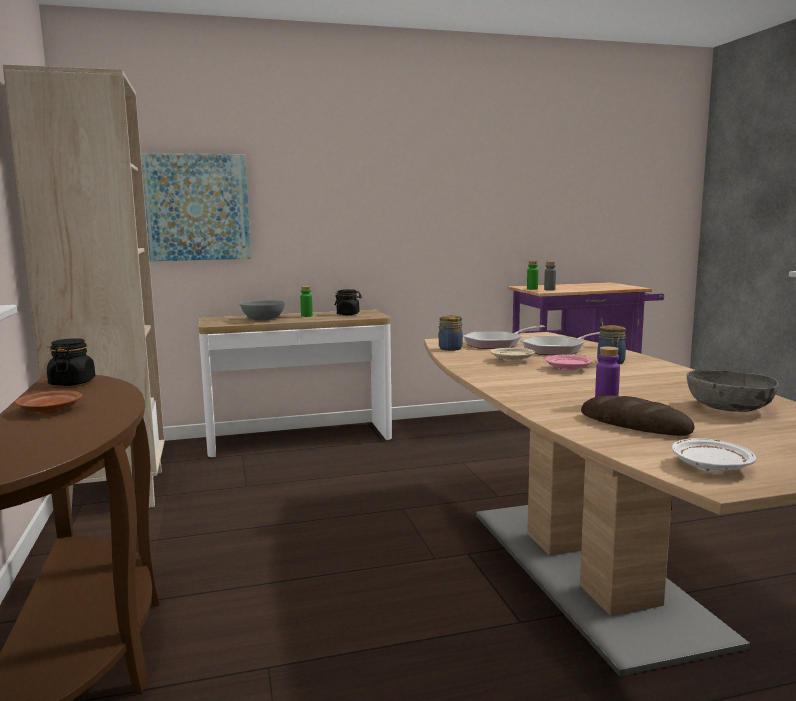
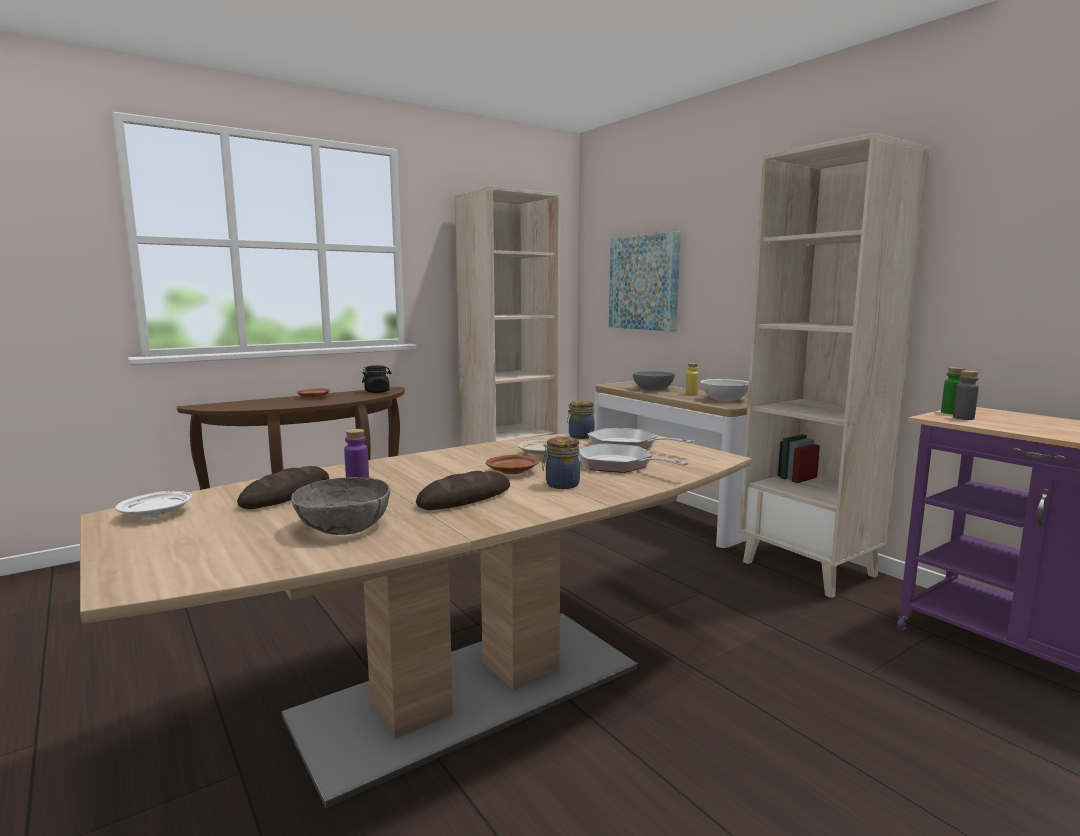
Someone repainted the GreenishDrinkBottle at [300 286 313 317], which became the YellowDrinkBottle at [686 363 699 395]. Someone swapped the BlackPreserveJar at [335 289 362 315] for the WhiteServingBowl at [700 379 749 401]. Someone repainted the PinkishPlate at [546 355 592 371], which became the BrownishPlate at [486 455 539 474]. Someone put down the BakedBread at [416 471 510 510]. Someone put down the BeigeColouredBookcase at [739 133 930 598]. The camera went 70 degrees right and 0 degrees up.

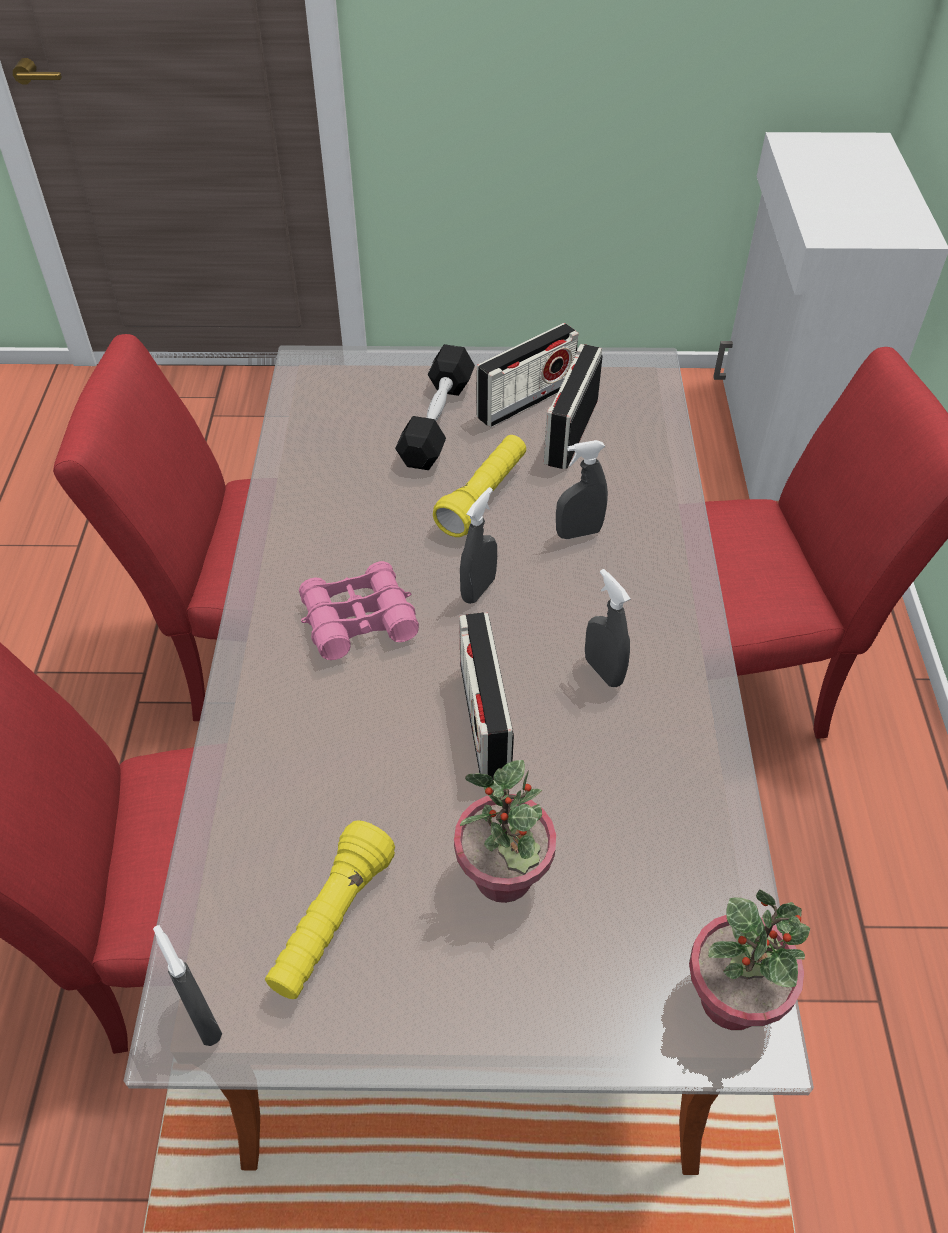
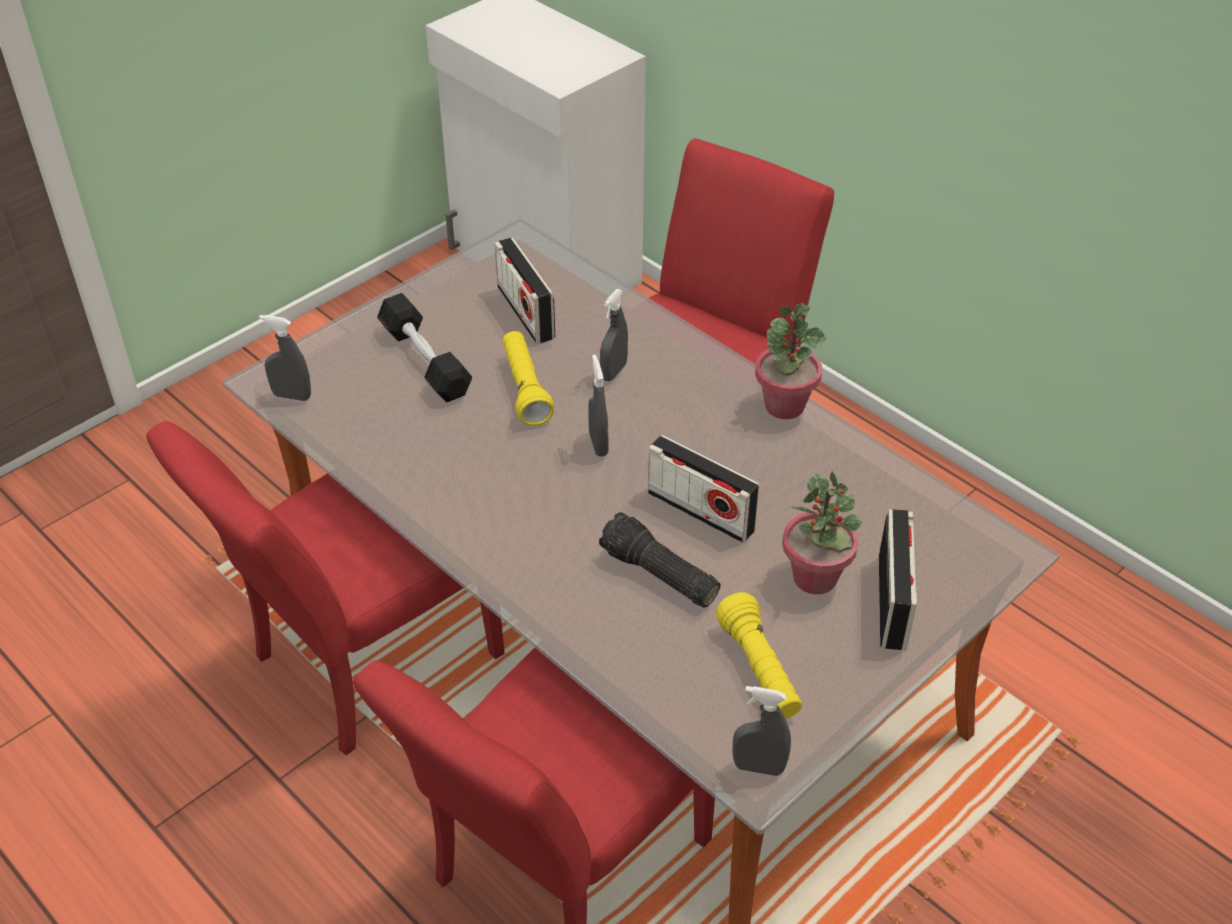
Someone took away the PinkishFieldGlasses at [299 561 419 660]. Someone carried the Radio from [477 323 578 427] to [879 509 917 650]. Someone carried the GreyishSprayer from [585 569 631 687] to [259 315 311 401]. Someone carried the PottedPlant from [689 890 810 1030] to [755 303 826 419]. Someone put down the HandTorch at [599 512 720 608]. The camera went 45 degrees left and 5 degrees down.

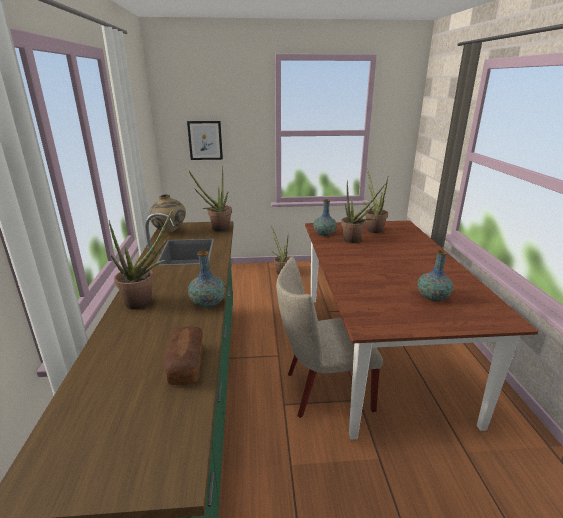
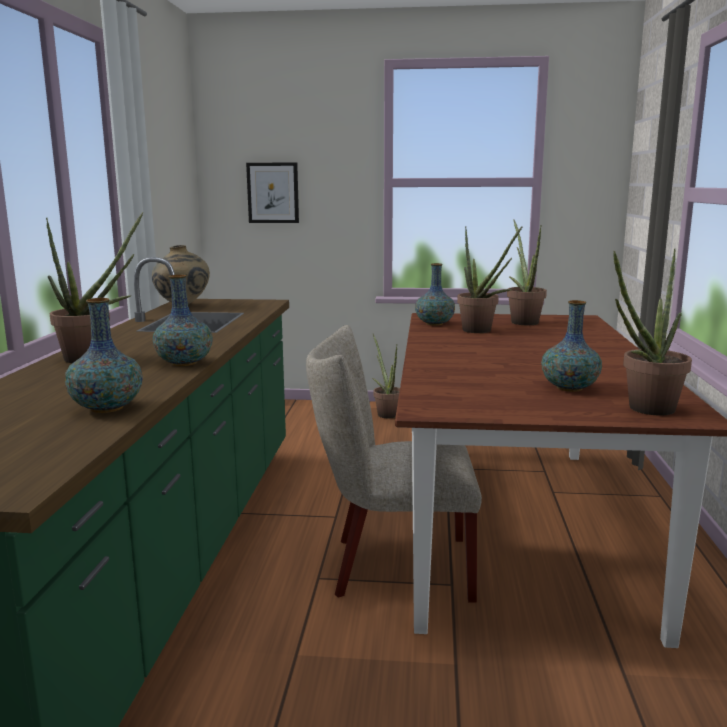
Someone swapped the BakedBread at [164 327 203 385] for the FlowerVase at [65 298 143 413]. Someone carried the PottedPlant from [189 166 232 231] to [613 249 692 415]. The camera went 10 degrees right and 10 degrees down.

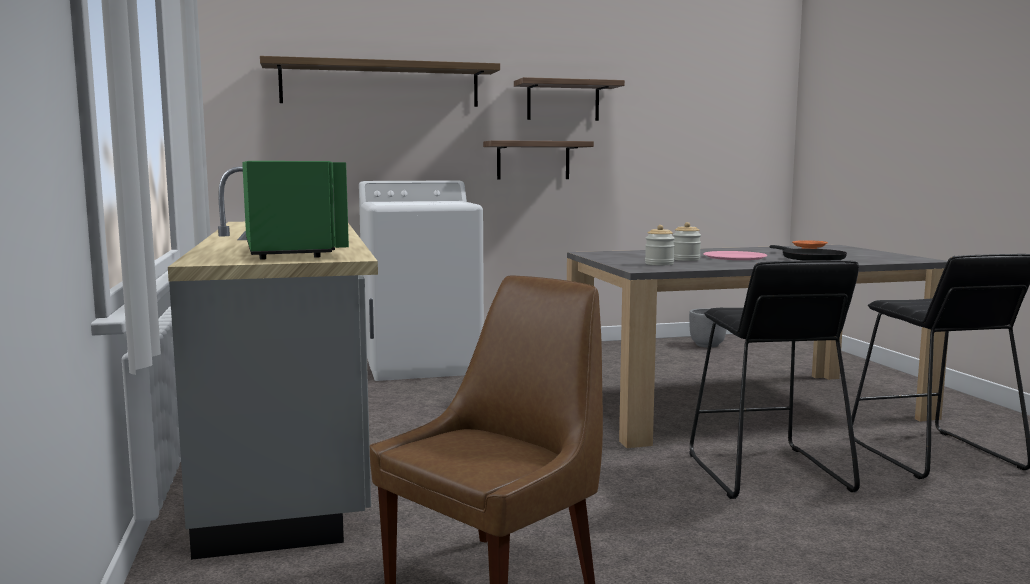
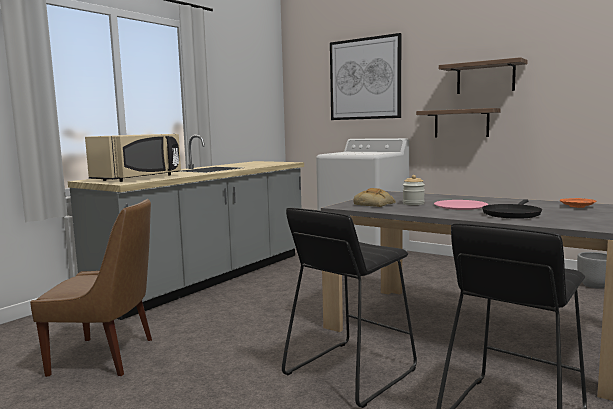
Someone repainted the GreenishMicrowaveOven at [242 161 349 260], which became the BeigeColouredMicrowaveOven at [85 134 181 182]. Someone swapped the WallShelf at [260 56 500 107] for the WallPicture at [330 33 401 120]. Someone swapped the PreserveJar at [645 225 675 265] for the BakedBread at [353 188 396 207]. The camera went 50 degrees right and 0 degrees up.

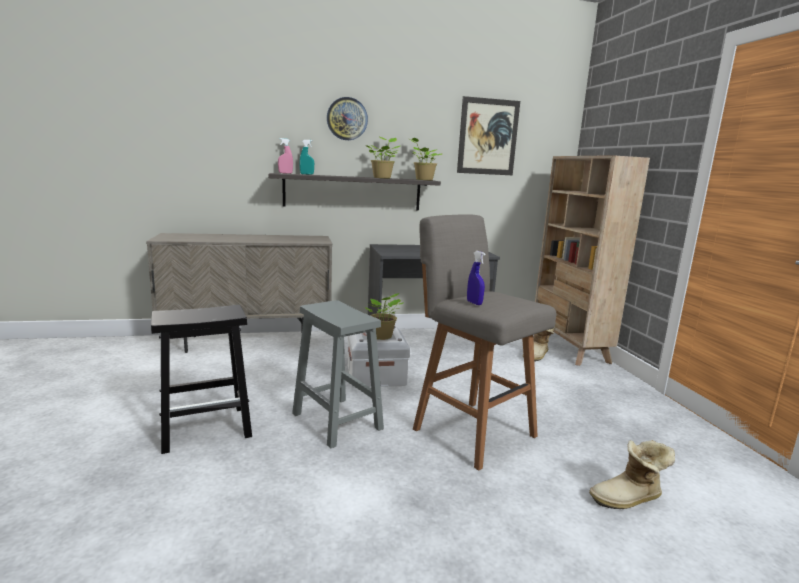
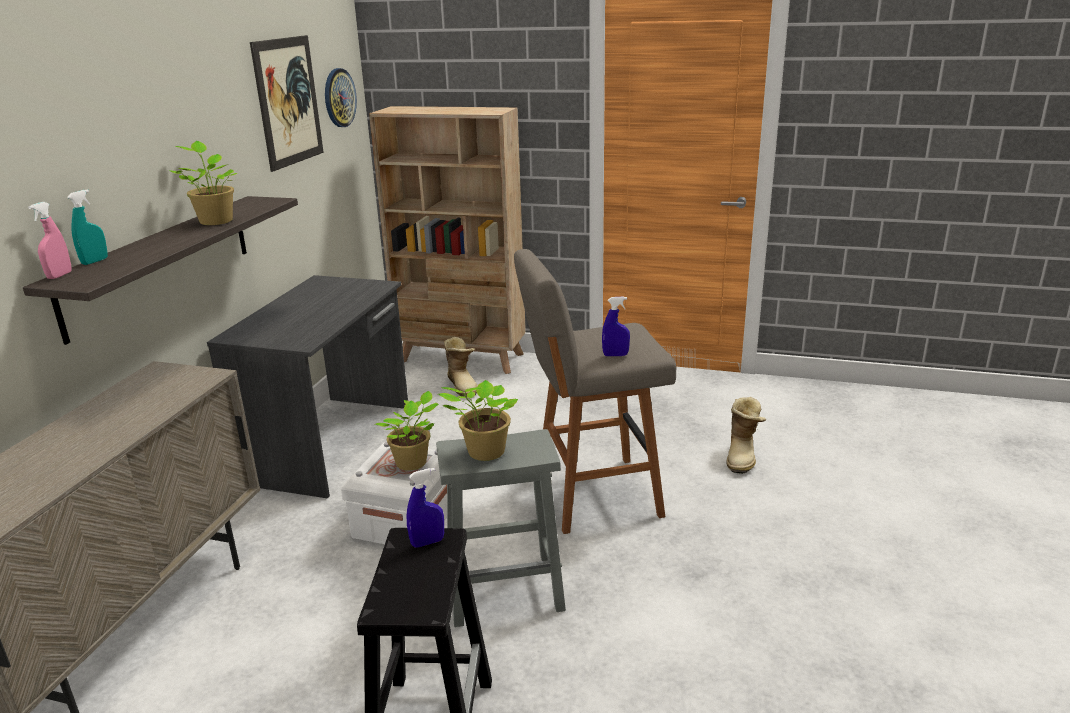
Someone carried the WallClock from [327 97 368 140] to [325 68 357 127]. Someone carried the PottedPlant from [410 138 442 180] to [438 380 518 461]. Someone put down the BlueSprayer at [407 468 444 548]. The camera went 60 degrees left and 10 degrees up.

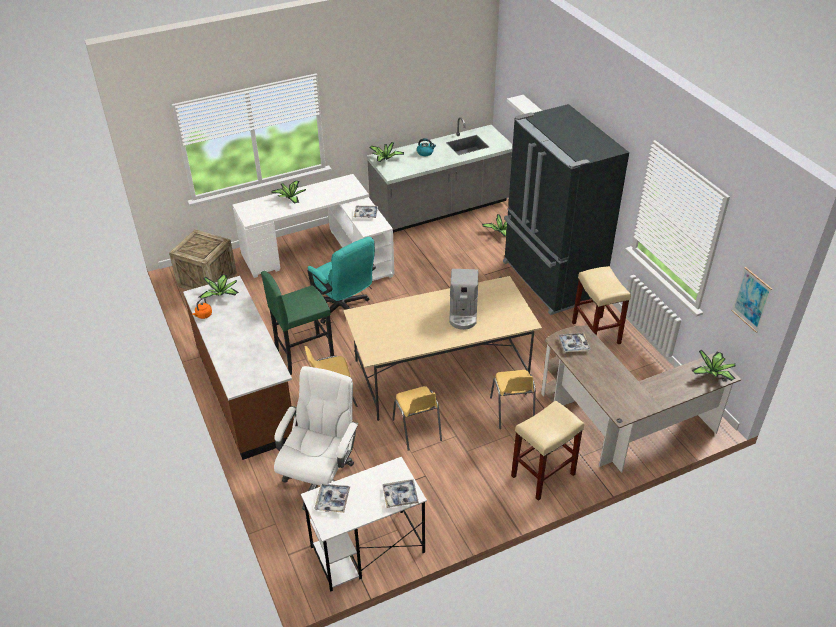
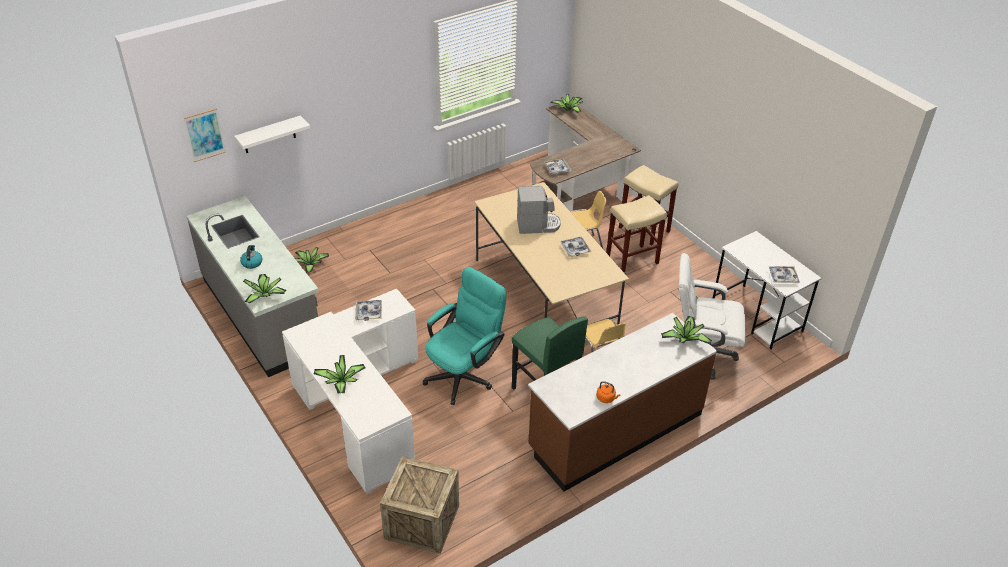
Someone carried the PottedPlant from [199 275 239 298] to [661 316 712 344]. Someone carried the Tray from [382 479 419 508] to [560 237 591 257]. Someone took away the YellowChair at [392 386 442 451]. Someone took away the BlackRefrigerator at [503 104 629 315]. Someone carried the BeigeColouredStool from [572 266 631 344] to [606 195 667 272]. Someone carried the WallPicture from [732 267 772 333] to [184 108 226 162]. The camera went 100 degrees left and 0 degrees up.

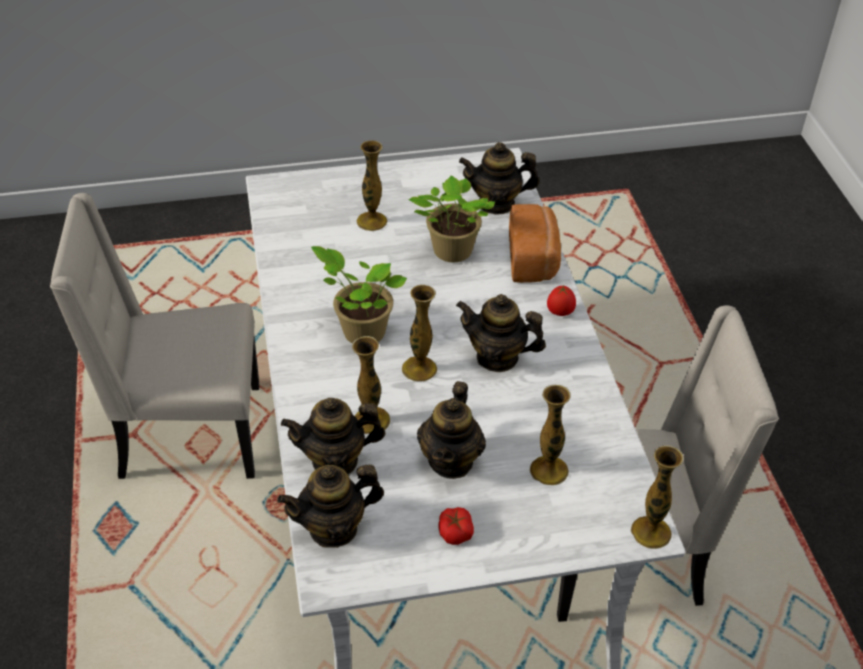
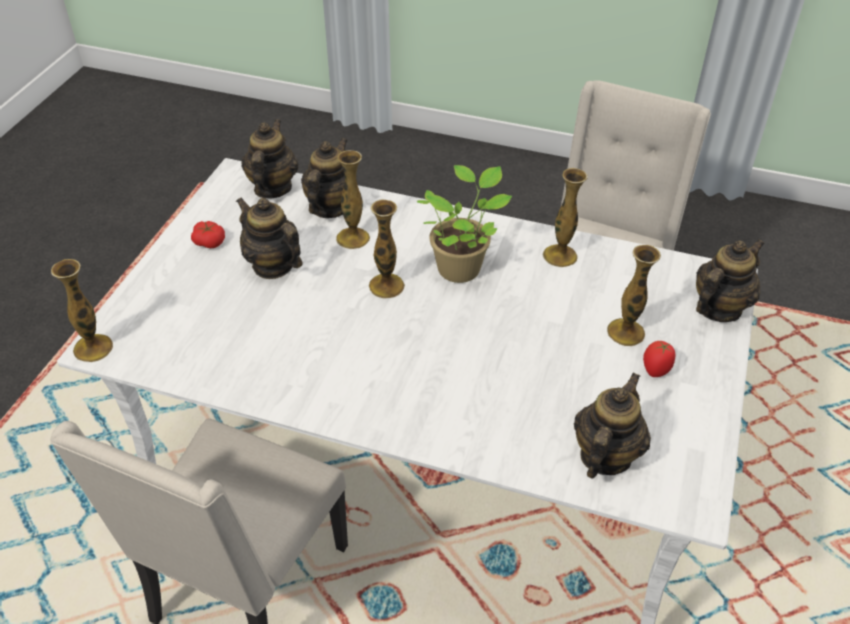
Someone took away the PottedPlant at [408 176 495 262]. Someone carried the PotForTea from [456 294 546 372] to [696 239 765 322]. Someone took away the BakedBread at [509 204 561 283]. Someone carried the FlowerVase from [530 385 570 485] to [543 168 588 267]. Someone carried the Tomato from [547 285 576 316] to [643 341 675 377]. The camera went 120 degrees right and 0 degrees up.

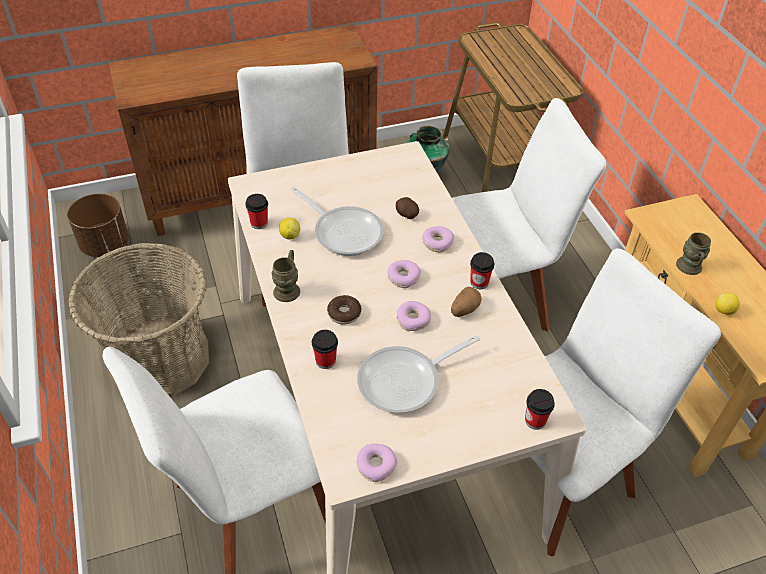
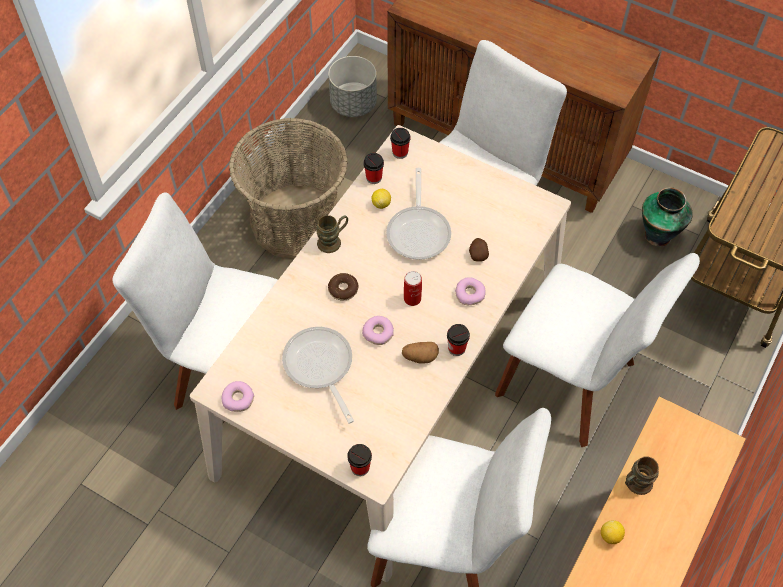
Someone repainted the BrownishPlanter at [67 194 129 257], which became the GreyishPlanter at [328 56 377 117]. Someone carried the Cup from [312 330 338 369] to [390 128 411 159]. Someone rotated the FryingPan at [357 335 480 413] by 45 degrees clockwise. Someone swapped the RingDoughnut at [387 260 421 288] for the Can at [404 271 422 306]. The camera went 50 degrees right and 10 degrees up.

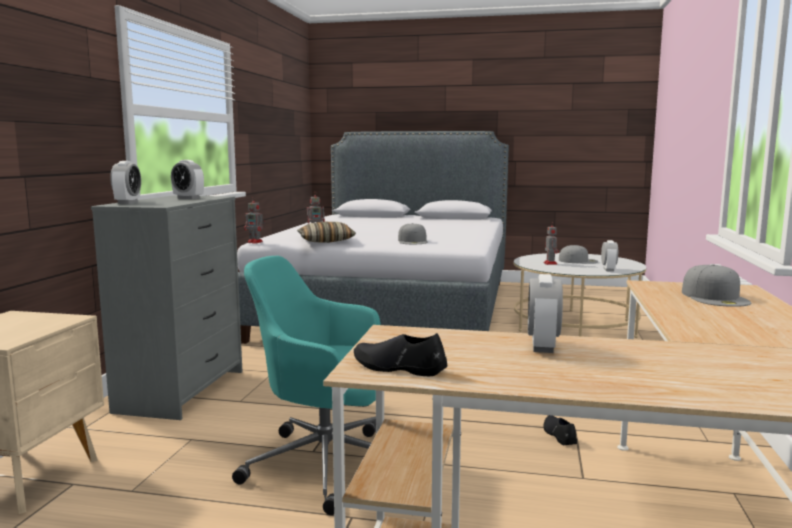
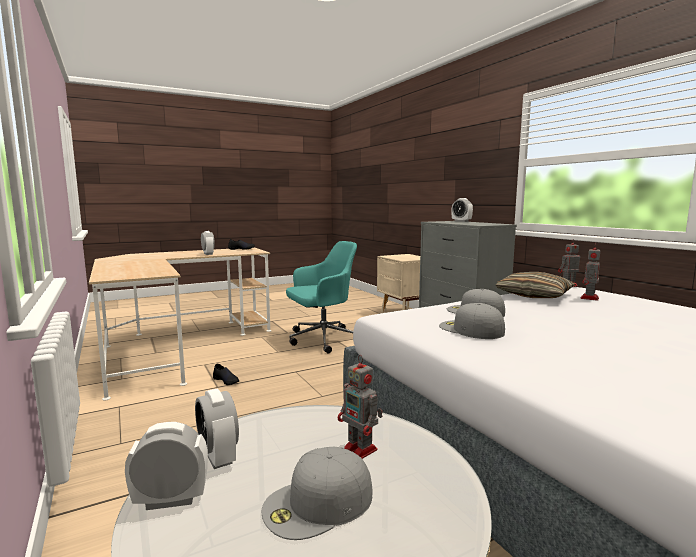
Someone carried the AlarmClock from [171 160 204 199] to [125 422 208 510]. Someone carried the GreyishBaseballCap from [682 264 751 307] to [439 303 505 339]. The camera went 140 degrees right and 0 degrees up.

